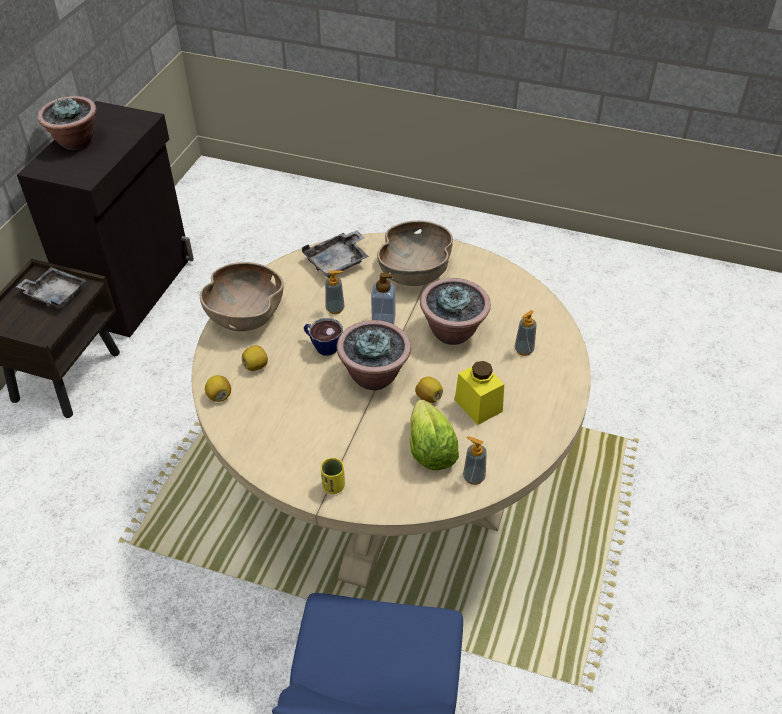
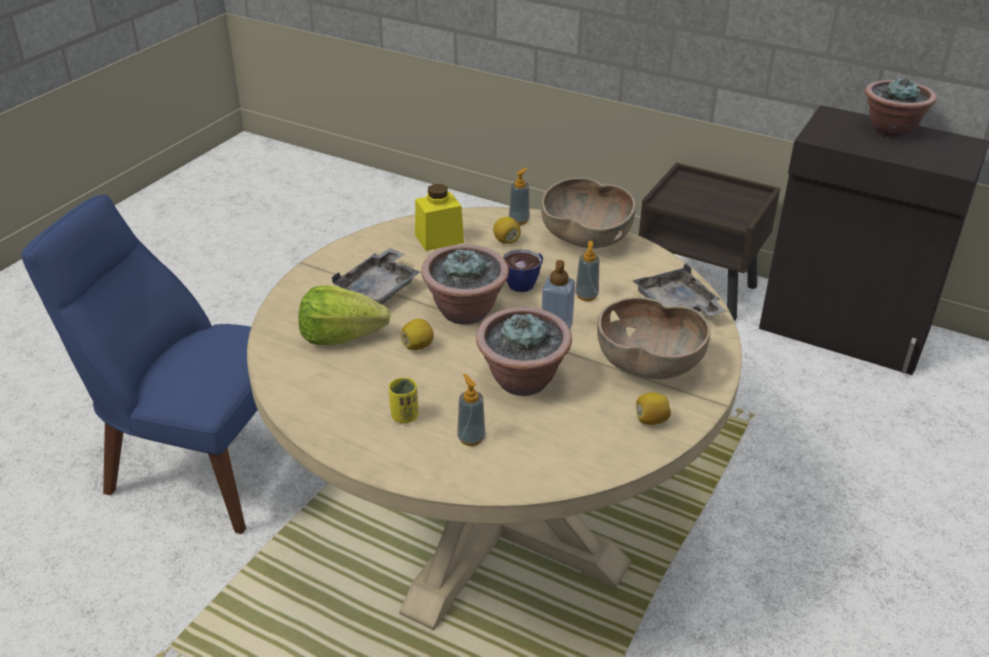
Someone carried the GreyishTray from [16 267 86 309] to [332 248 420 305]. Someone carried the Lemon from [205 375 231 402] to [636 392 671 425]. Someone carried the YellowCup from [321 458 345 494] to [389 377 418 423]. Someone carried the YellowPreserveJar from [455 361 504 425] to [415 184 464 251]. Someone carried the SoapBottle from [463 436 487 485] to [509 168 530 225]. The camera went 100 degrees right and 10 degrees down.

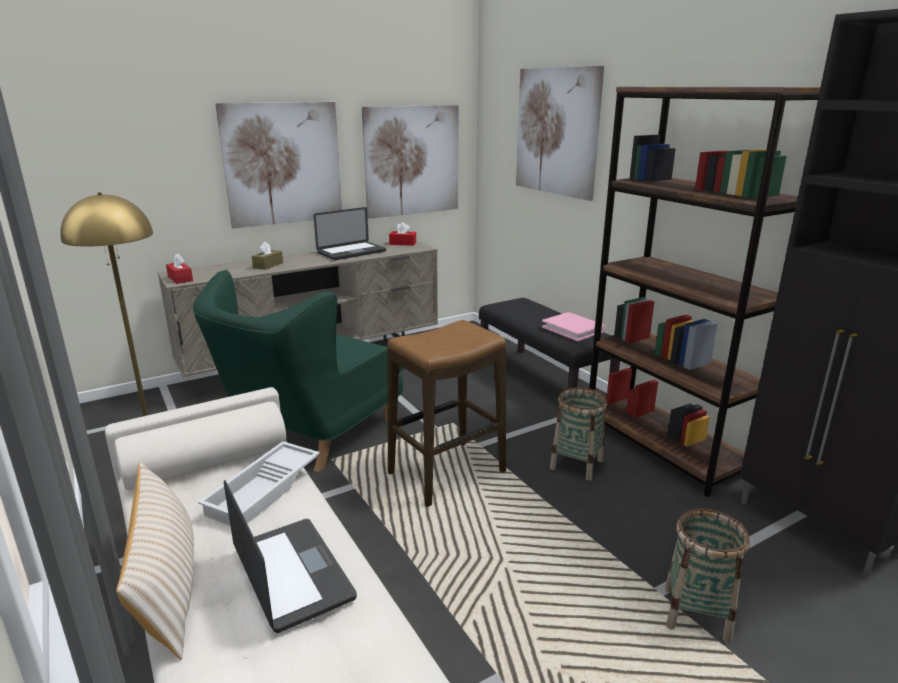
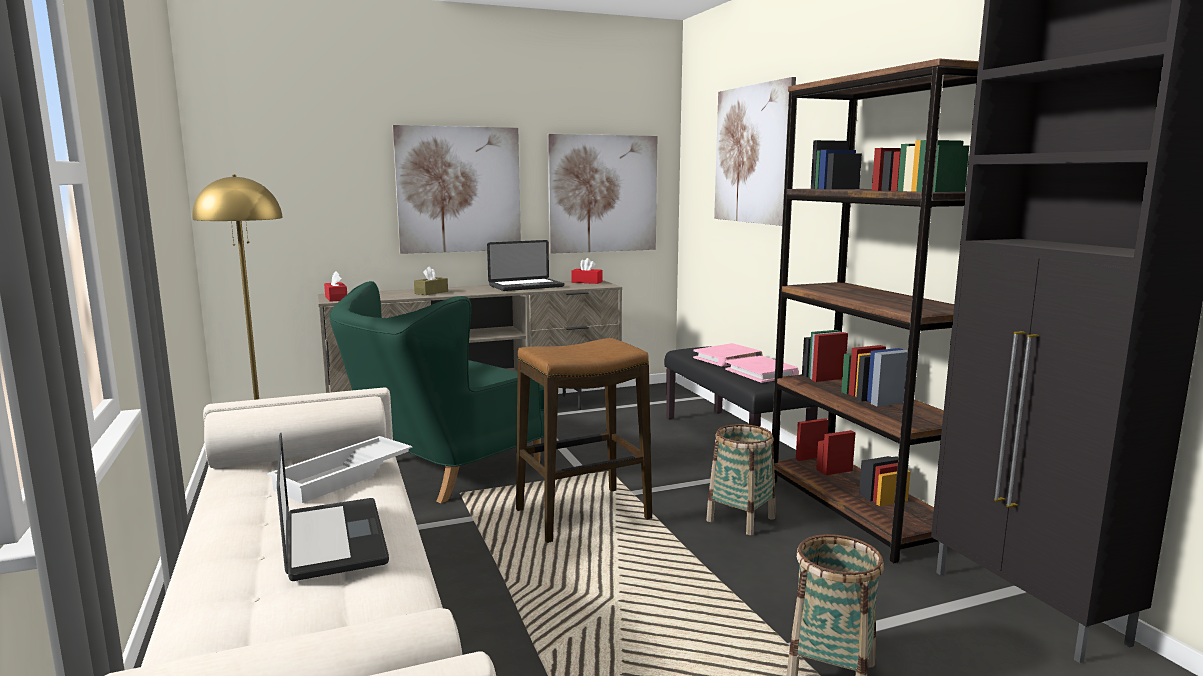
Someone took away the BeigeColouredThrowPillow at [116 462 194 660]. Someone put down the PinkishBook at [693 343 763 367]. The camera went 10 degrees right and 10 degrees down.

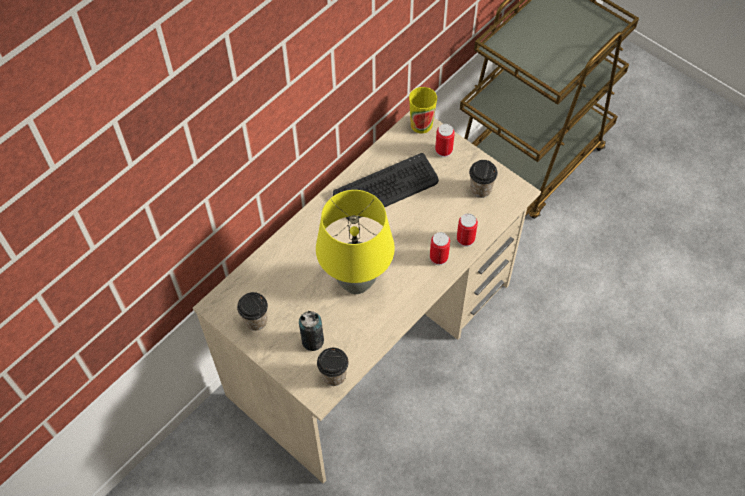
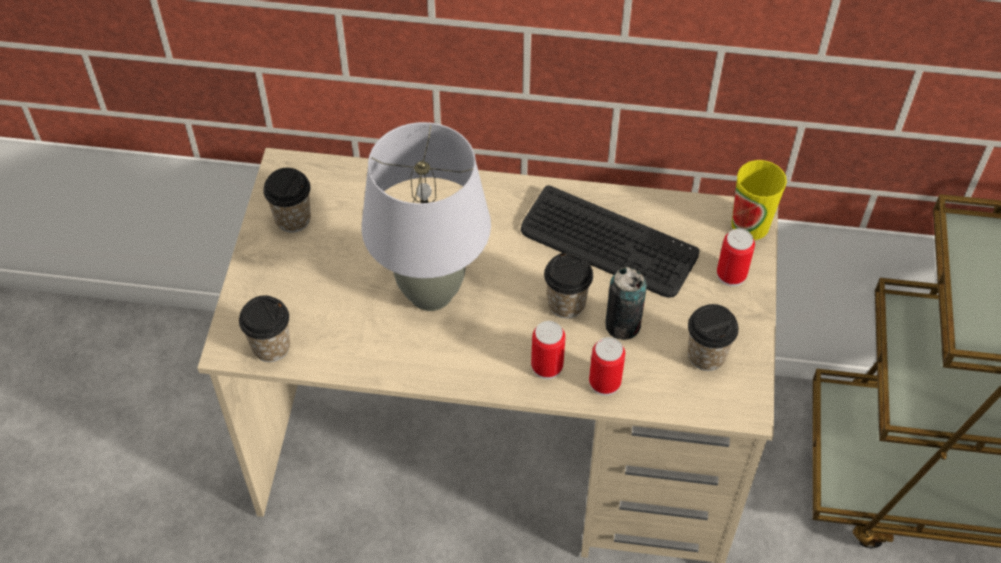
Someone carried the Can from [299 311 324 351] to [605 267 647 340]. Someone repainted the YellowLampForATable at [316 190 395 294], which became the GreyishLampForATable at [361 122 491 311]. Someone put down the Cup at [544 252 593 318]. The camera went 55 degrees right and 5 degrees down.

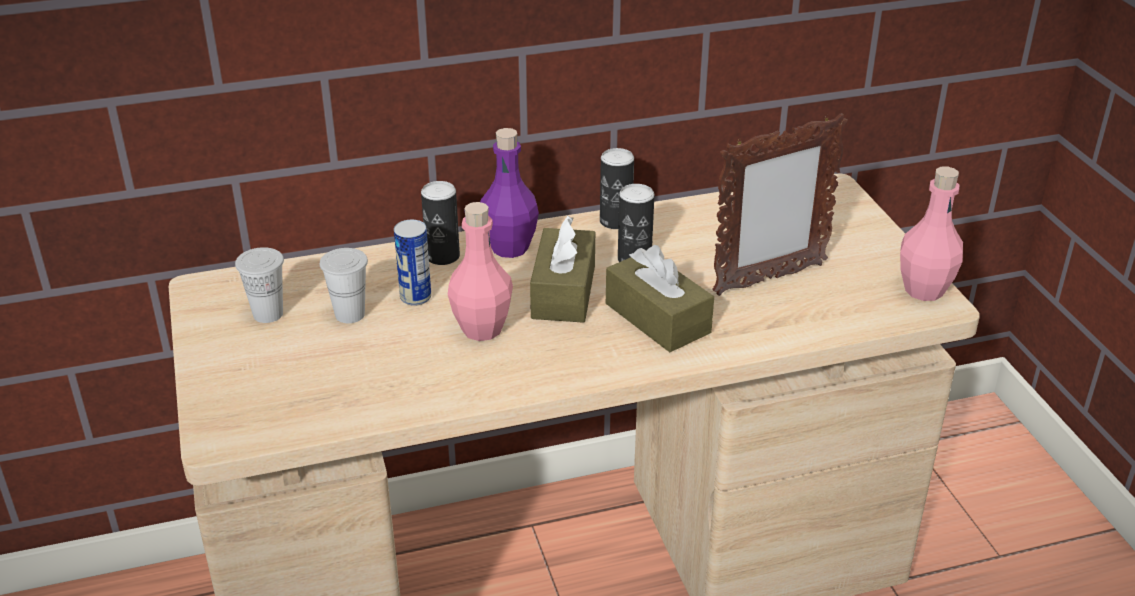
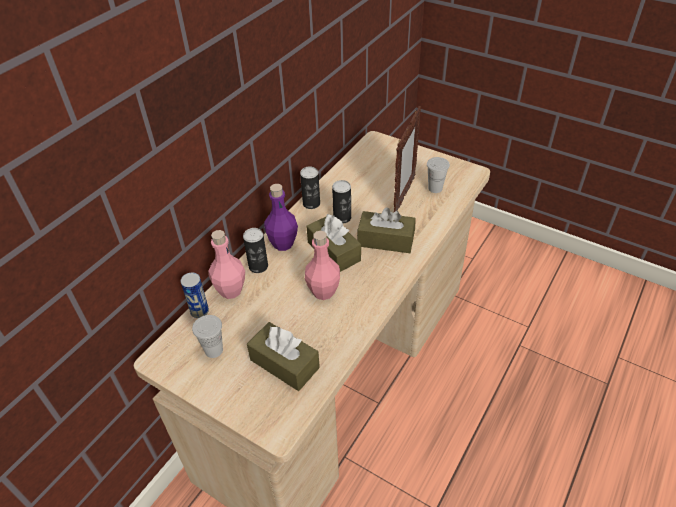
Someone carried the WhiteCup from [320 248 368 323] to [427 157 450 193]. Someone carried the Can from [394 220 431 306] to [181 273 209 318]. Someone carried the PinkishDrinkBottle from [900 167 963 301] to [208 230 245 299]. Someone put down the BrownishTissueBox at [247 322 320 391]. The camera went 40 degrees left and 10 degrees up.

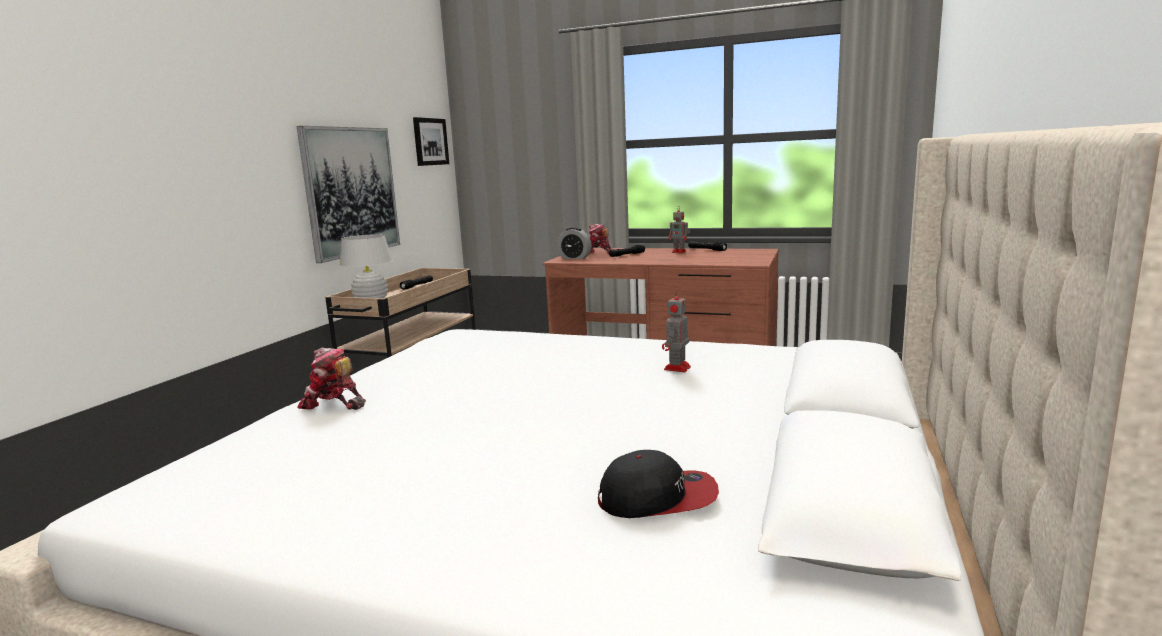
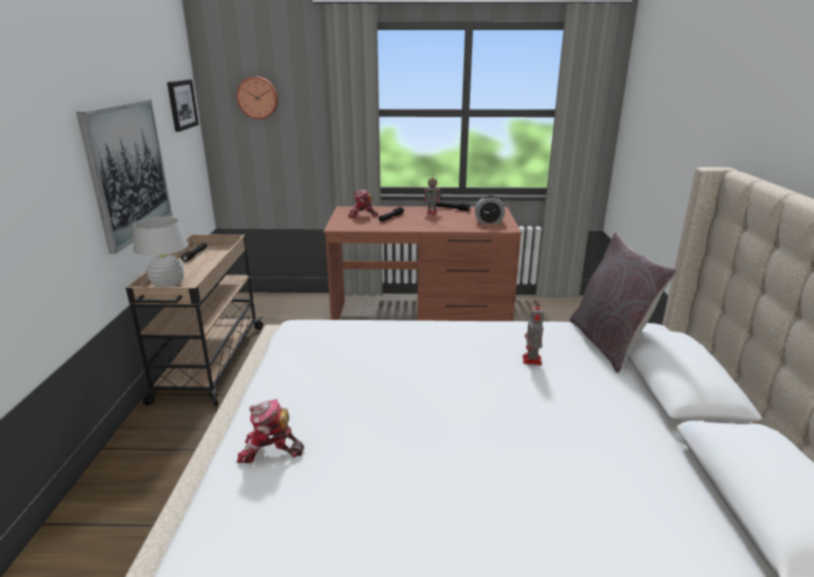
Someone carried the AlarmClock from [557 227 591 259] to [475 195 505 224]. Someone took away the BaseballCap at [598 450 719 518]. Someone put up the WallClock at [237 76 278 119]. Someone put down the GreyishThrowPillow at [570 232 678 373]. The camera went 20 degrees left and 10 degrees up.

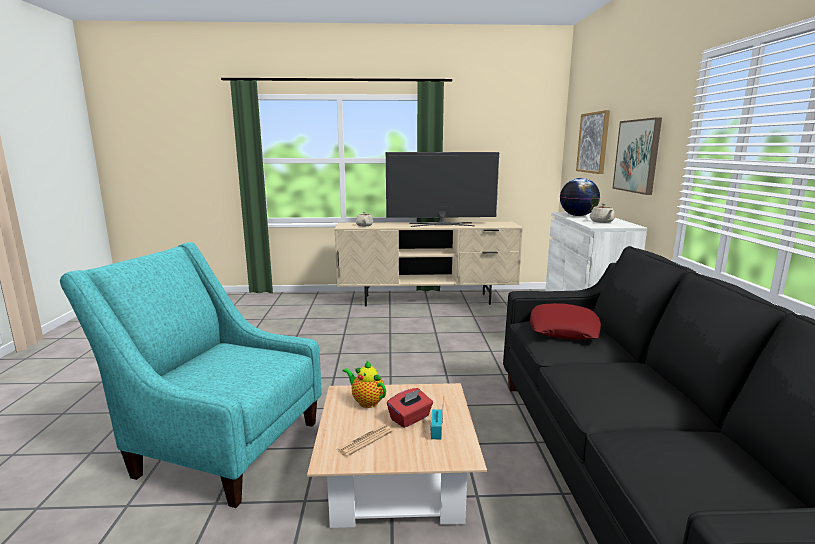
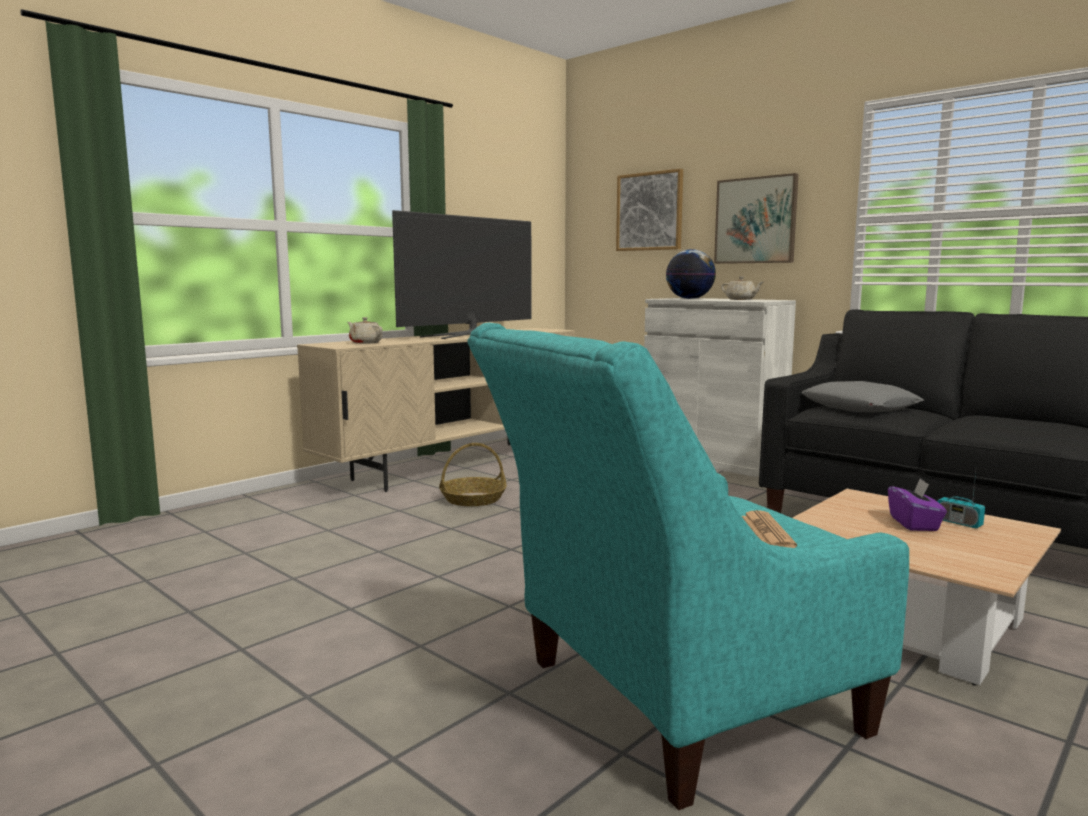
Someone carried the PrintedPaper from [336 425 393 457] to [742 510 797 548]. Someone took away the PotForTea at [342 361 386 408]. Someone repainted the ReddishTissueBox at [387 388 433 428], which became the PurpleTissueBox at [888 478 947 531]. Someone repainted the ReddishThrowPillow at [530 303 601 340], which became the GreyishThrowPillow at [802 381 924 412]. Someone put down the HouseholdBasket at [439 443 507 506]. The camera went 45 degrees left and 5 degrees down.

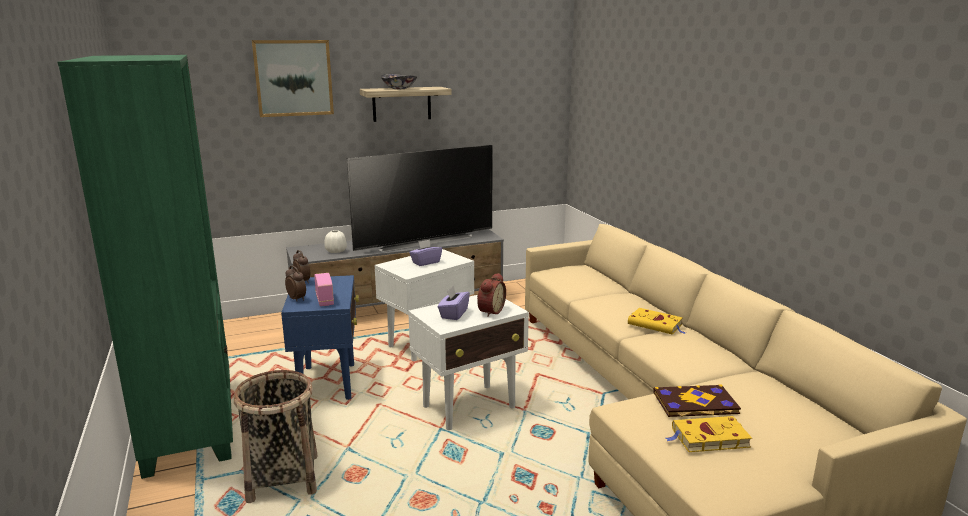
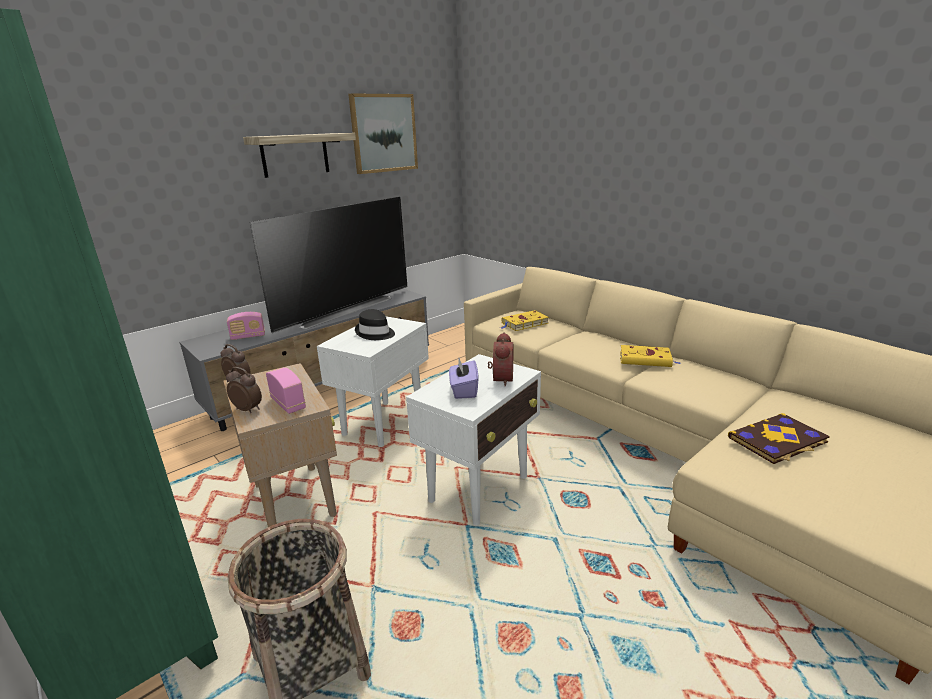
Someone carried the WallPicture from [252 40 334 117] to [348 93 418 174]. Someone repainted the BlueAccentTable at [281 275 359 400], which became the BeigeColouredAccentTable at [223 363 337 527]. Someone swapped the WhiteFlowerVase at [324 230 347 253] for the Radio at [227 312 265 340]. Someone took away the ServingBowl at [381 74 417 89]. Someone swapped the PurpleTissueBox at [409 239 442 266] for the BlackHat at [355 309 395 340]. Someone carried the YellowBook from [666 416 752 452] to [501 310 549 331]. The camera went 20 degrees left and 5 degrees up.

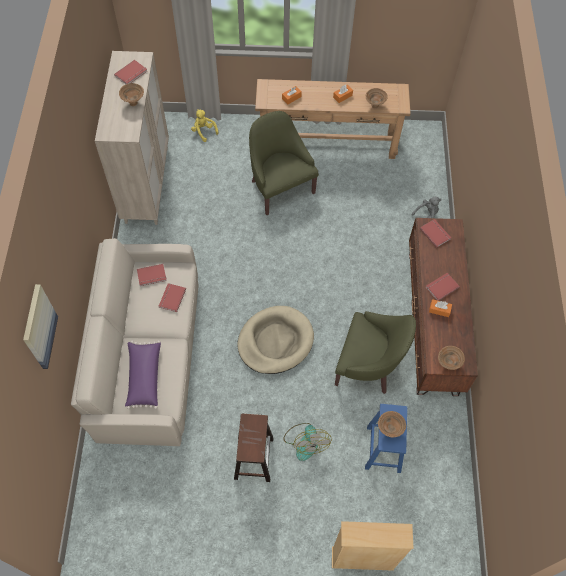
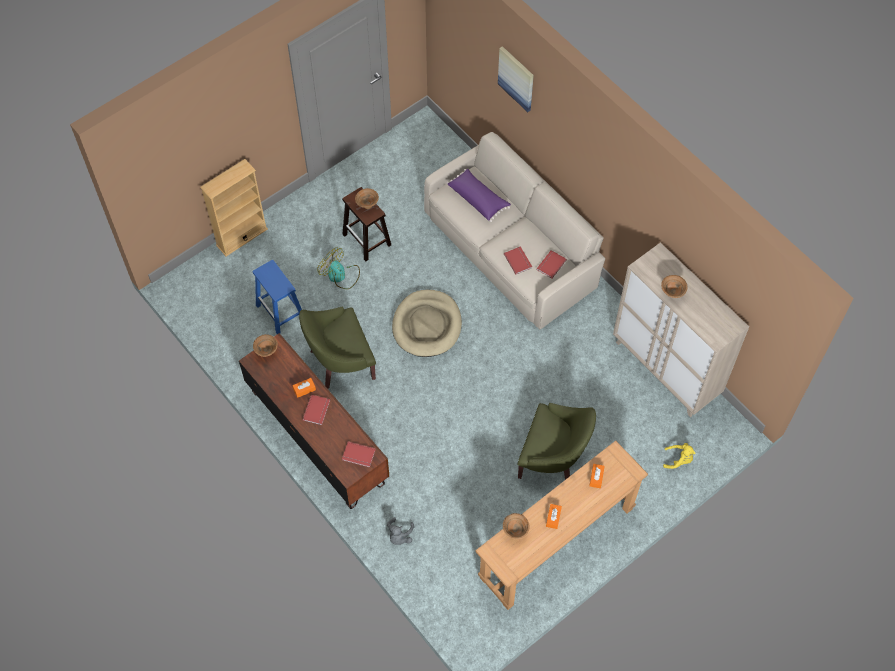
Someone took away the ReddishBook at [114 60 147 85]. Someone carried the BrownishServingBowl from [378 411 406 437] to [355 188 379 209]. The camera went 140 degrees right and 0 degrees up.

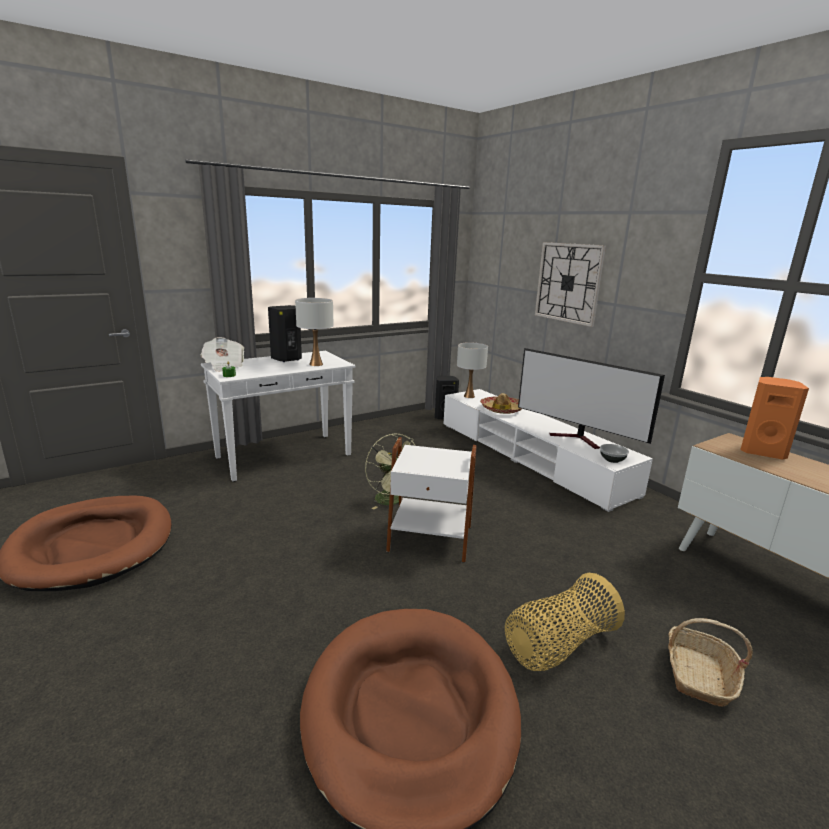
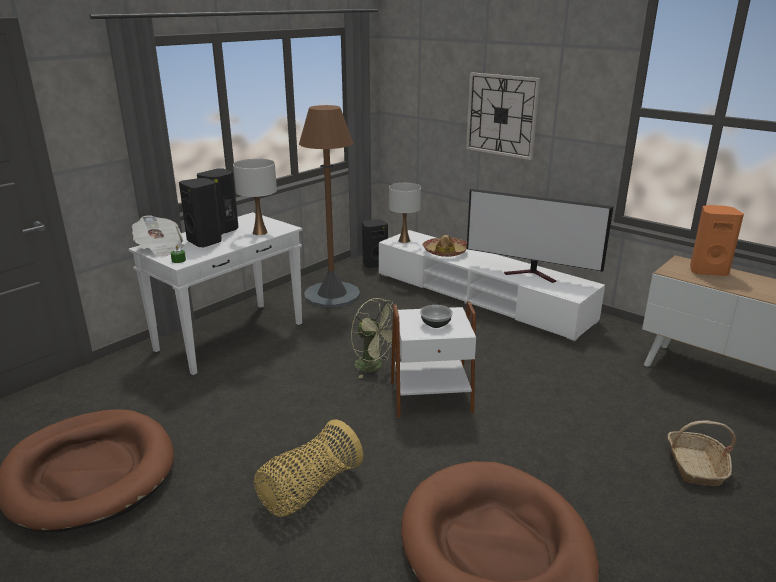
Someone carried the HouseholdBasket from [505 573 625 671] to [254 420 363 517]. Someone carried the ServingBowl from [600 444 629 463] to [420 305 453 328]. Someone put down the BlackAudioSpeaker at [179 178 222 247]. Someone put down the BrownishStandingLamp at [299 105 360 307]. The camera went 15 degrees left and 5 degrees up.

